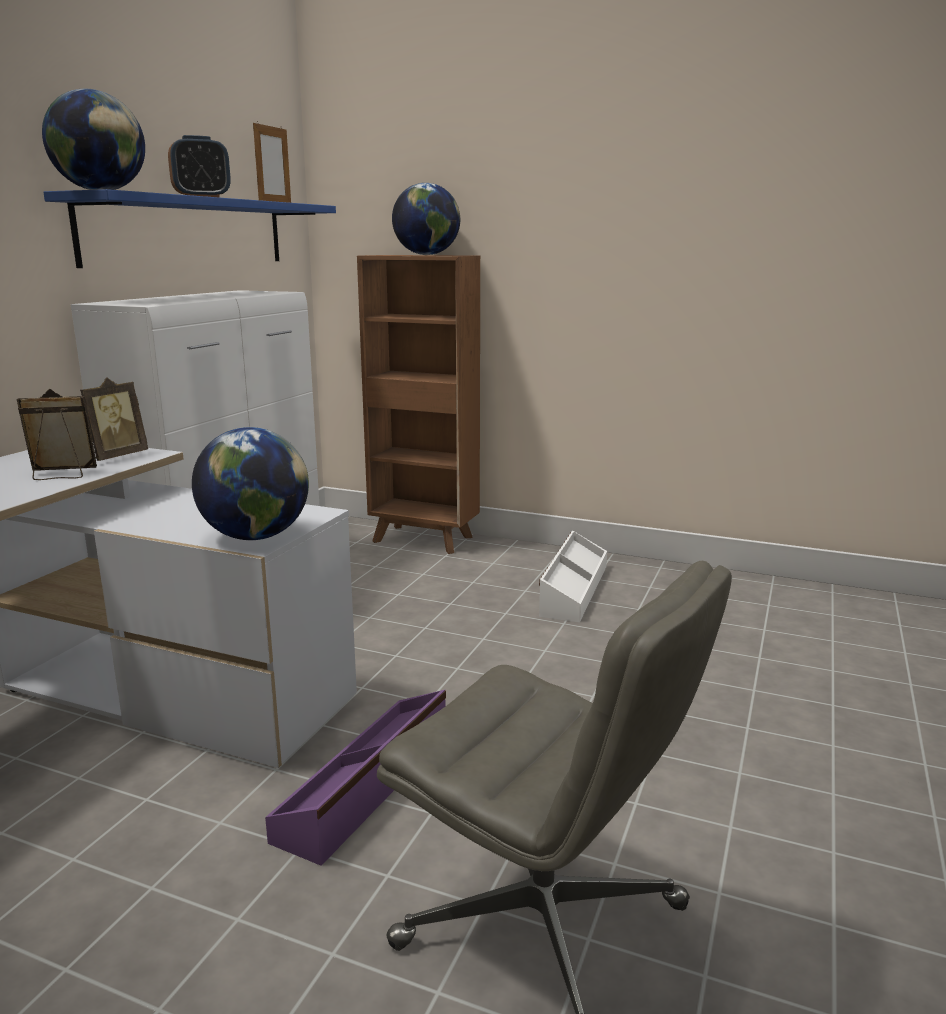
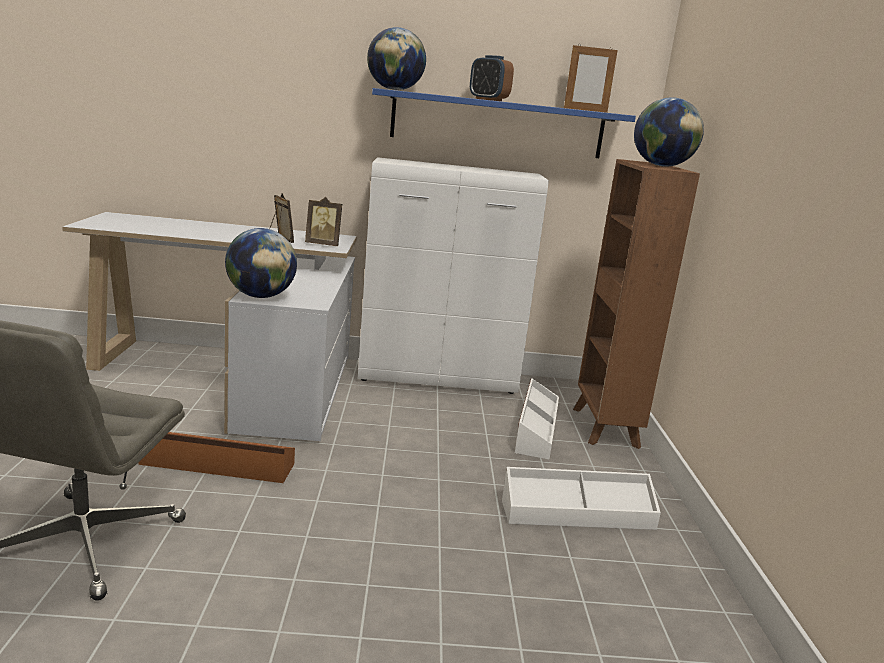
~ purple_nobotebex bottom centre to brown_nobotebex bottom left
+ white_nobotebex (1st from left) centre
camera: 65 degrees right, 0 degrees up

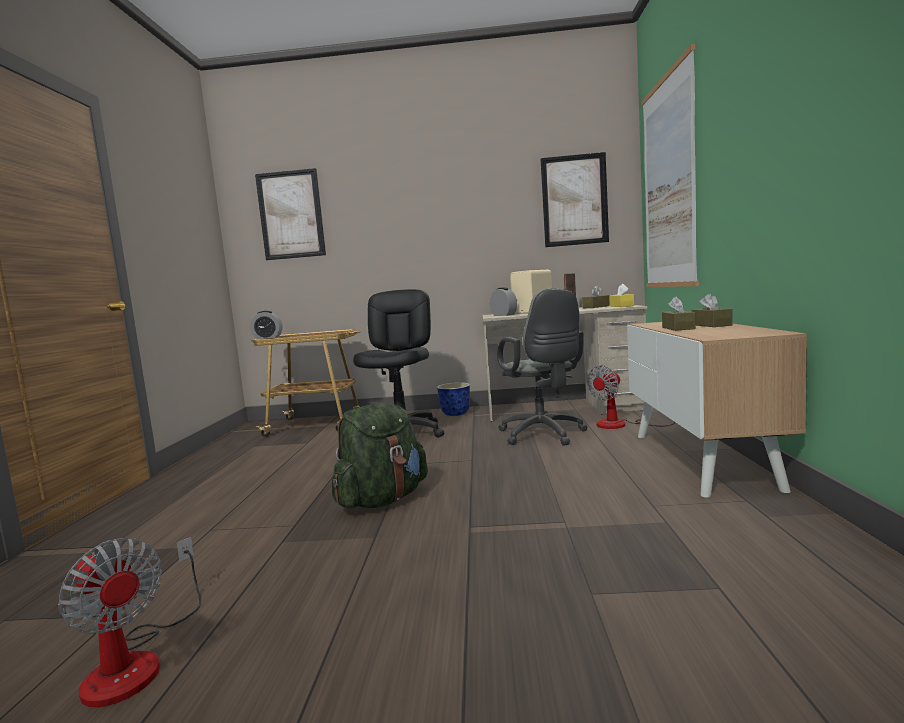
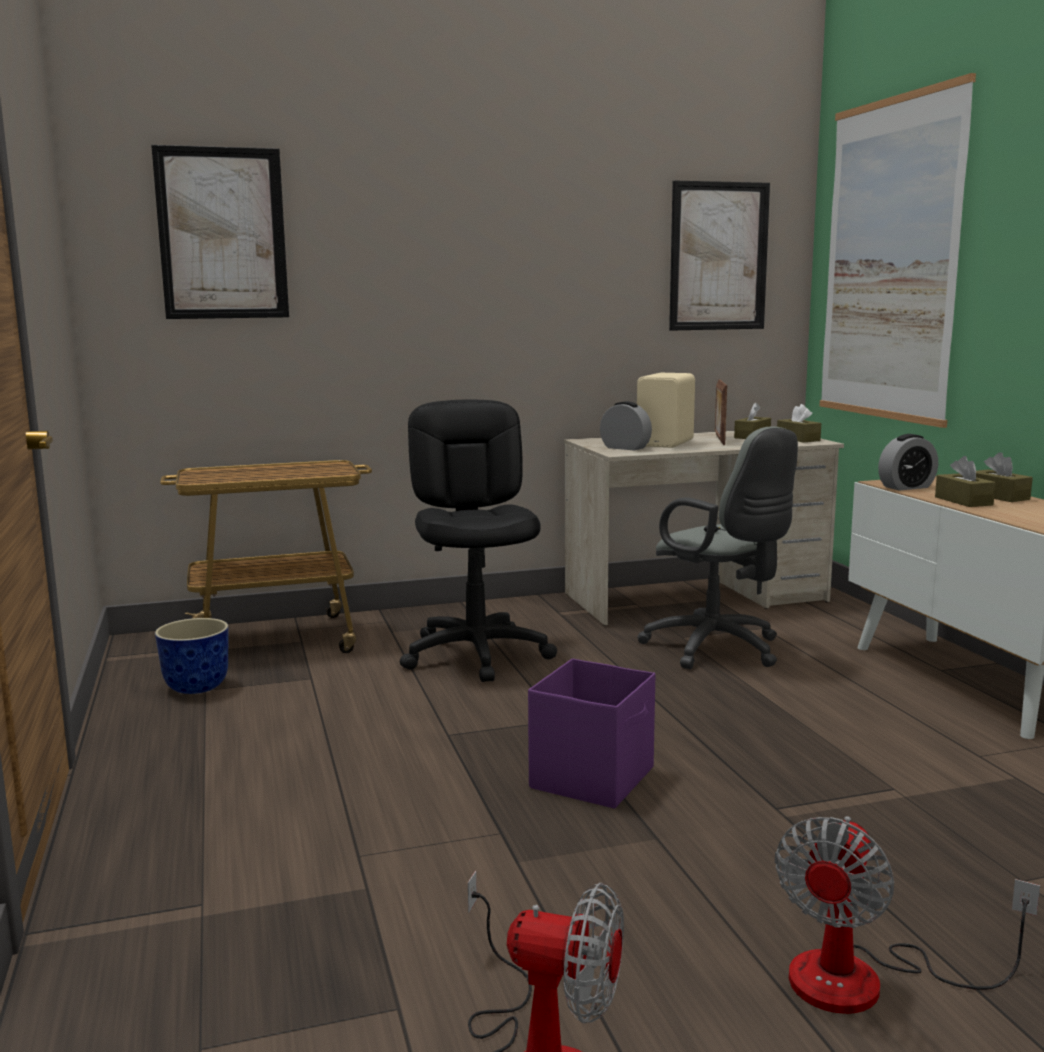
~ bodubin centre to middle left
~ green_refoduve centre to purple_nobotebex bottom centre
~ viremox (2nd from left) middle right to bottom right
~ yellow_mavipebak middle right to brown_mavipebak (2nd from left) middle right
~ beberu (1st from left in the first image) middle left to beberu (2nd from left) middle right
camera: 20 degrees left, 5 degrees up

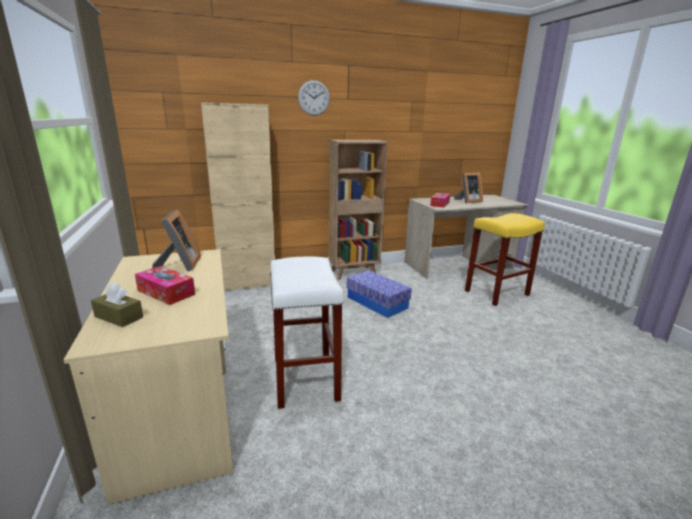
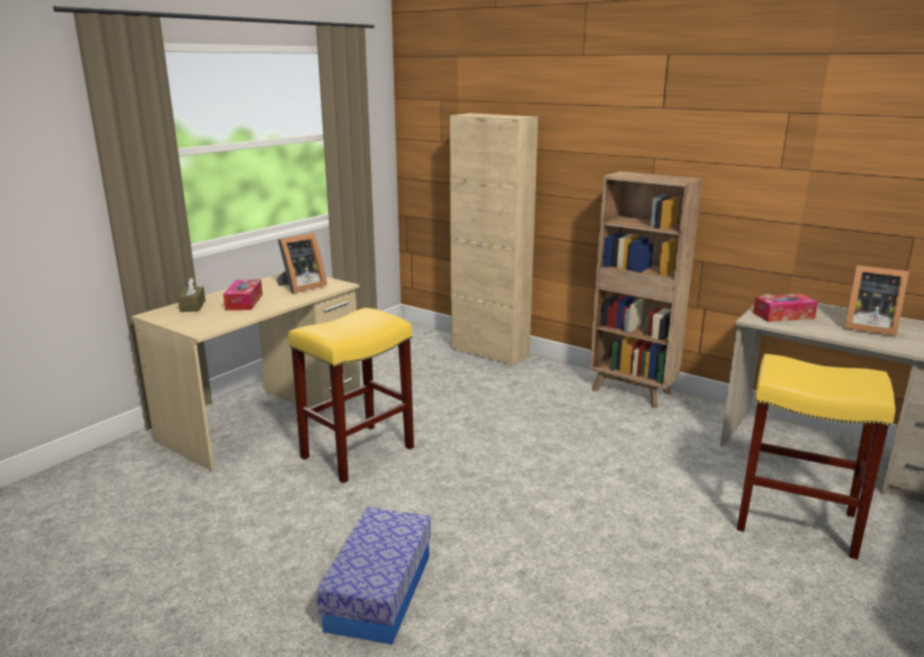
~ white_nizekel centre to yellow_nizekel (1st from left) centre
~ nobotebex centre to bottom centre
- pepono top centre
camera: 55 degrees right, 0 degrees up

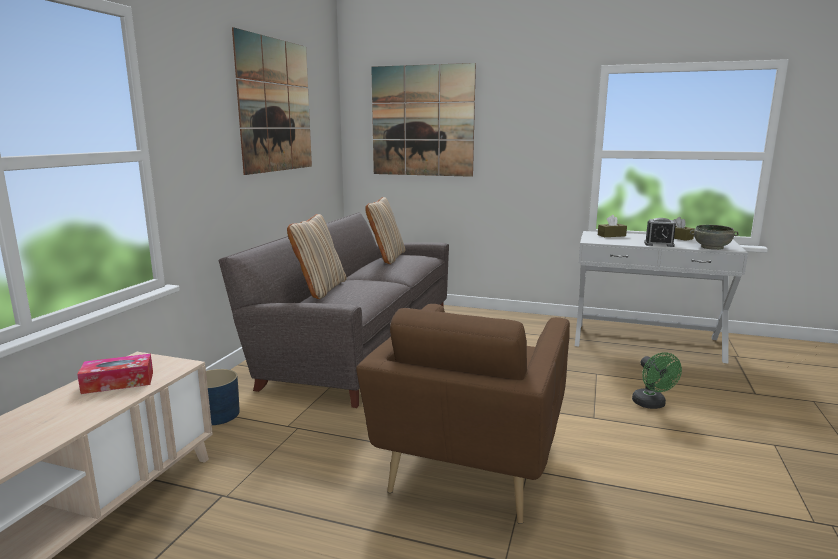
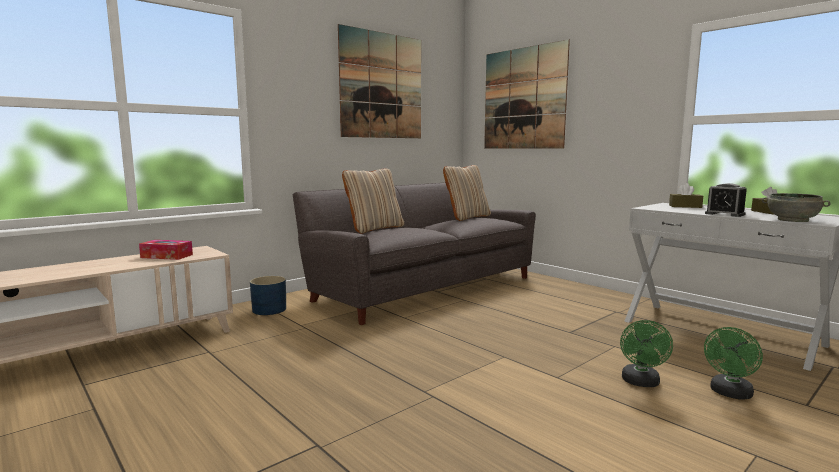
+ green_viremox (2nd from left) bottom right
- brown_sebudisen bottom centre
camera: 30 degrees right, 5 degrees down

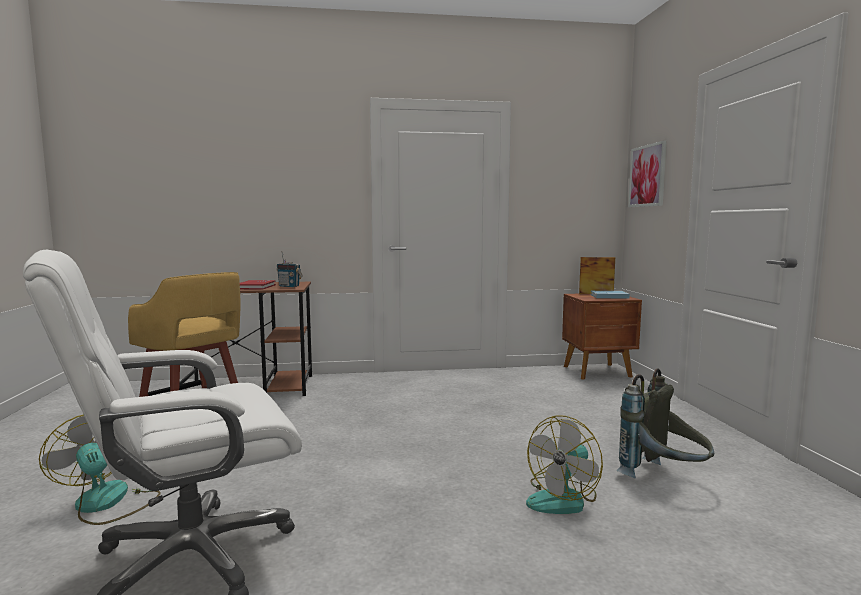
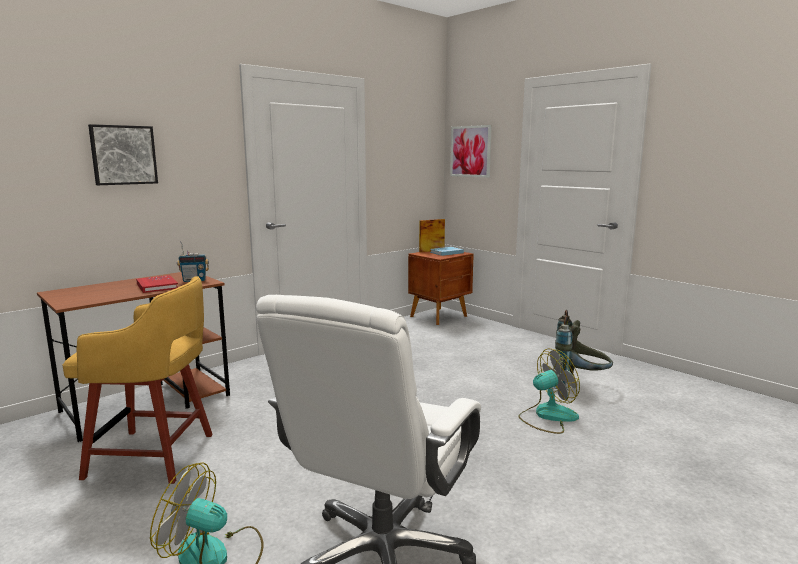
+ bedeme (1st from left) top left
~ viremox (2nd from left) bottom centre = bottom right 120 degrees counterclockwise
camera: 35 degrees left, 5 degrees up

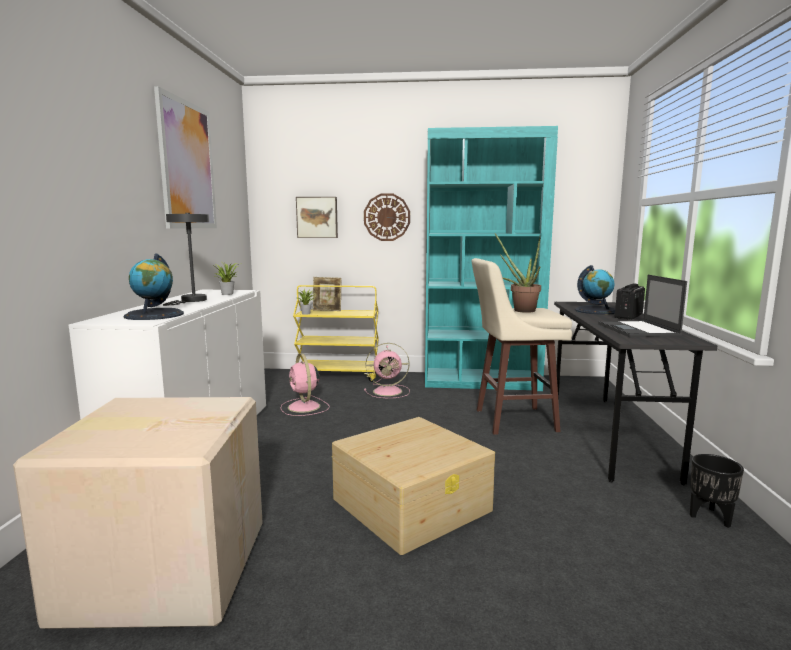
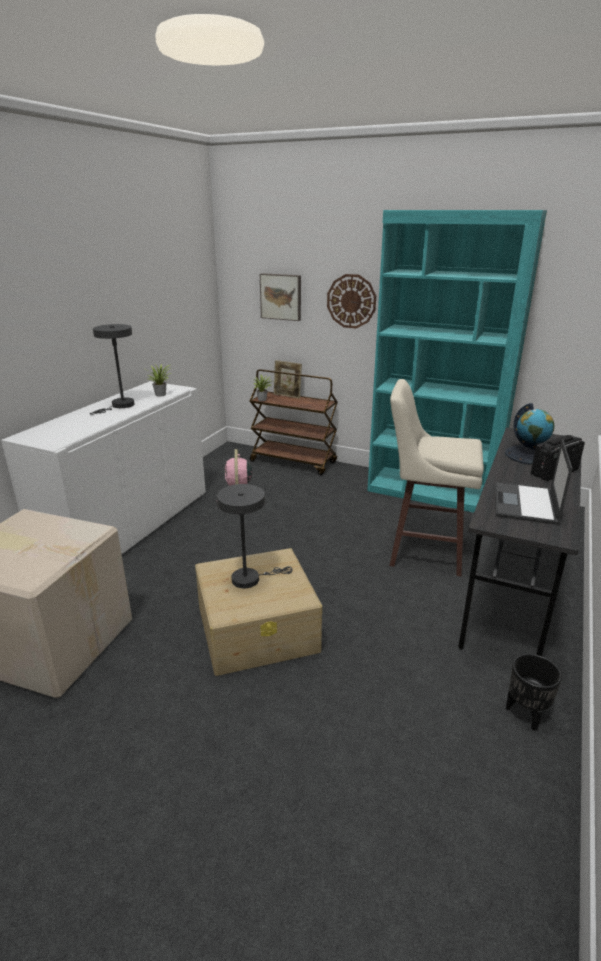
+ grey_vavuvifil (2nd from left) centre
~ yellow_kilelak centre to brown_kilelak centre
- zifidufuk (1st from left) middle left
- bedeme (1st from left) top left
- pink_viremox (2nd from left) centre
- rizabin (3rd from left) centre
camera: 20 degrees right, 15 degrees up

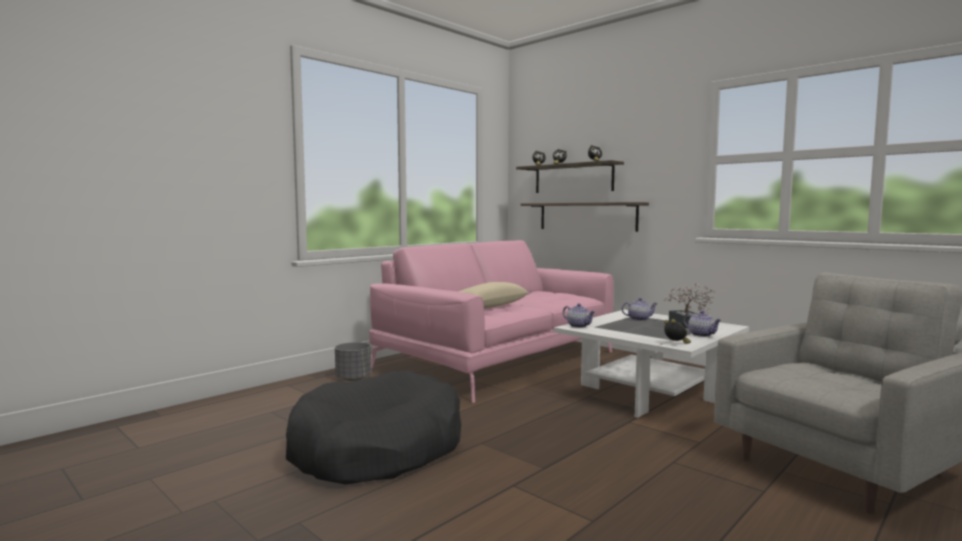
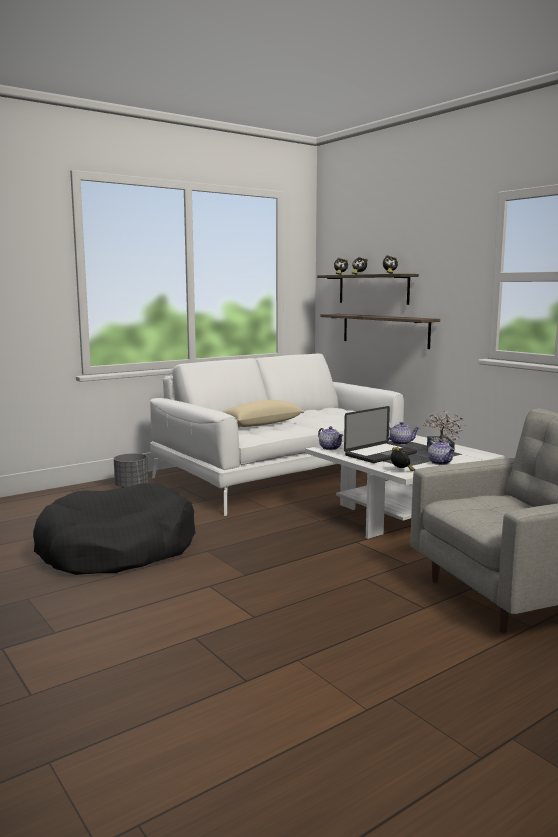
~ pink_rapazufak centre to white_rapazufak centre
+ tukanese middle right
camera: 10 degrees right, 5 degrees up

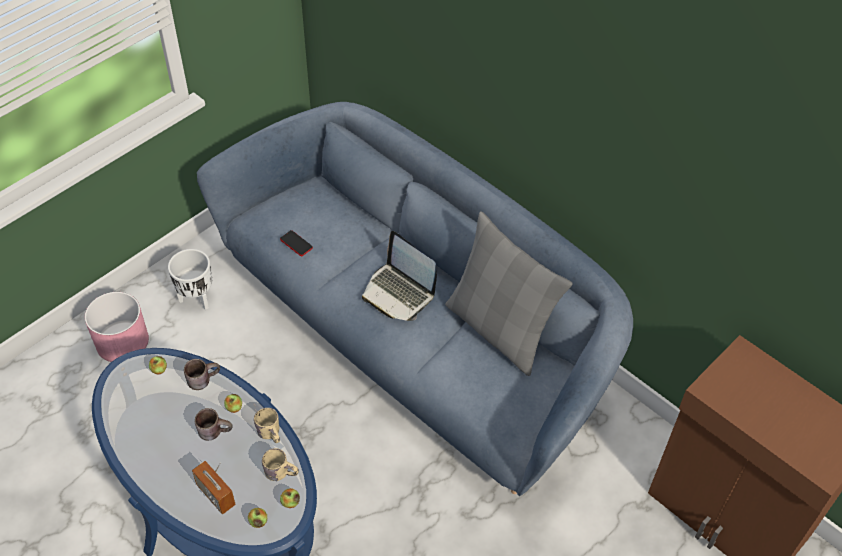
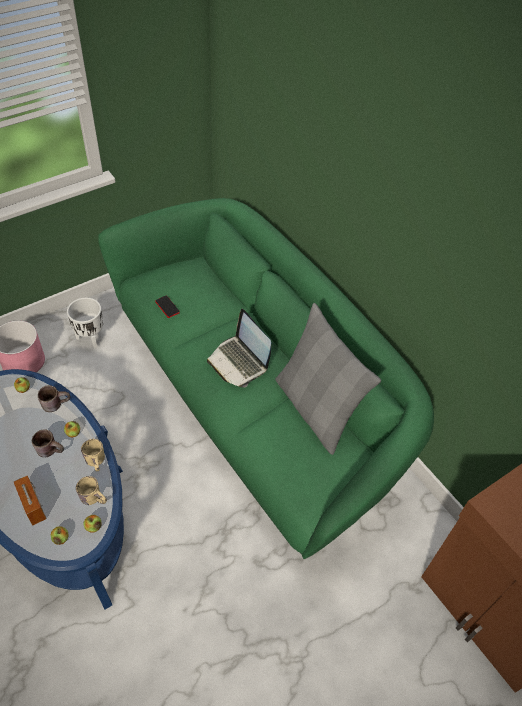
~ blue_rapazufak centre to green_rapazufak centre
camera: 10 degrees right, 0 degrees up

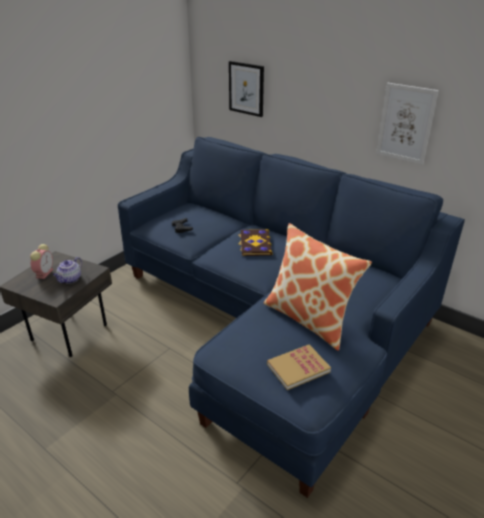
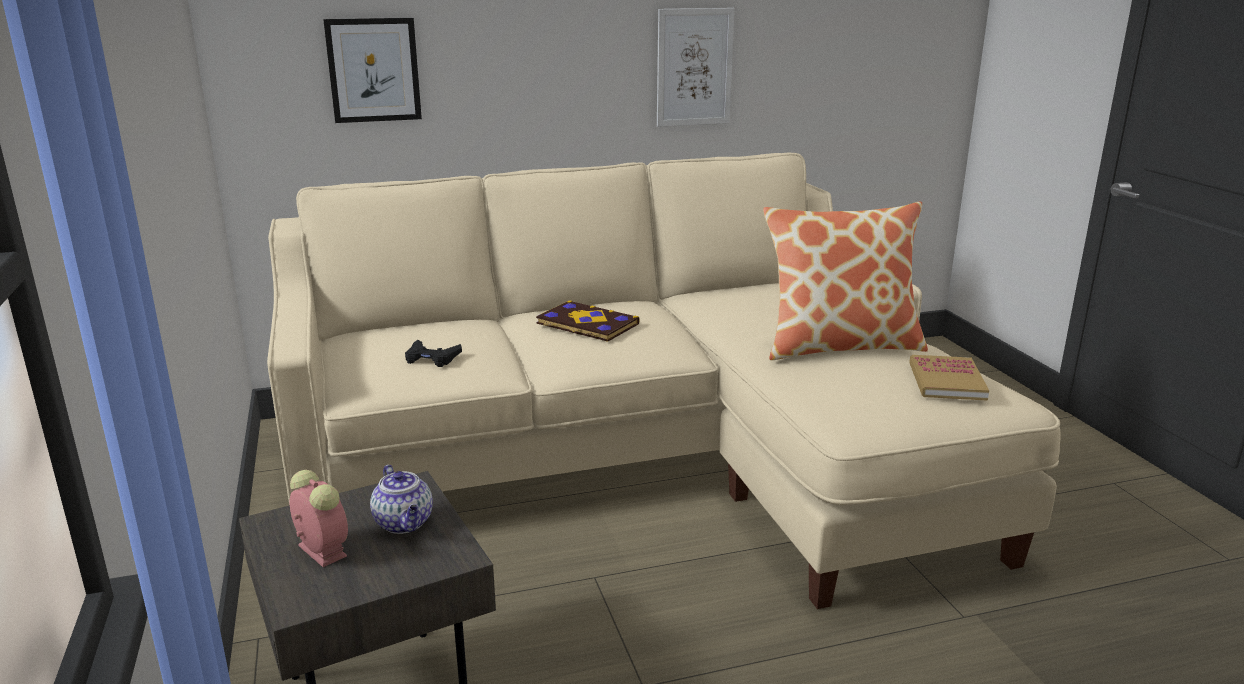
~ blue_rapazufak centre to beige_rapazufak centre
camera: 55 degrees left, 10 degrees down

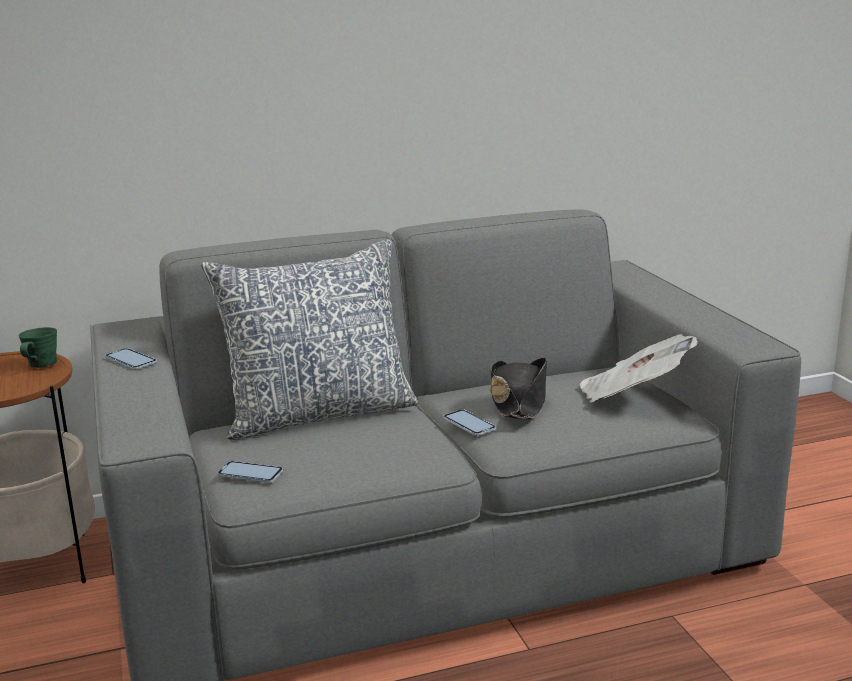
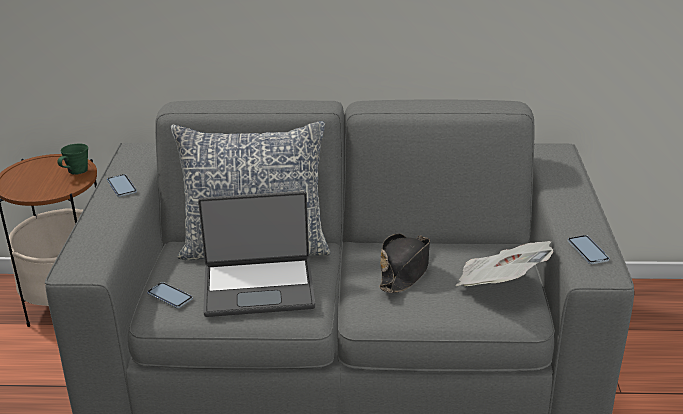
+ tukanese centre
~ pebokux (3rd from left) centre to middle right
camera: 20 degrees right, 10 degrees up

